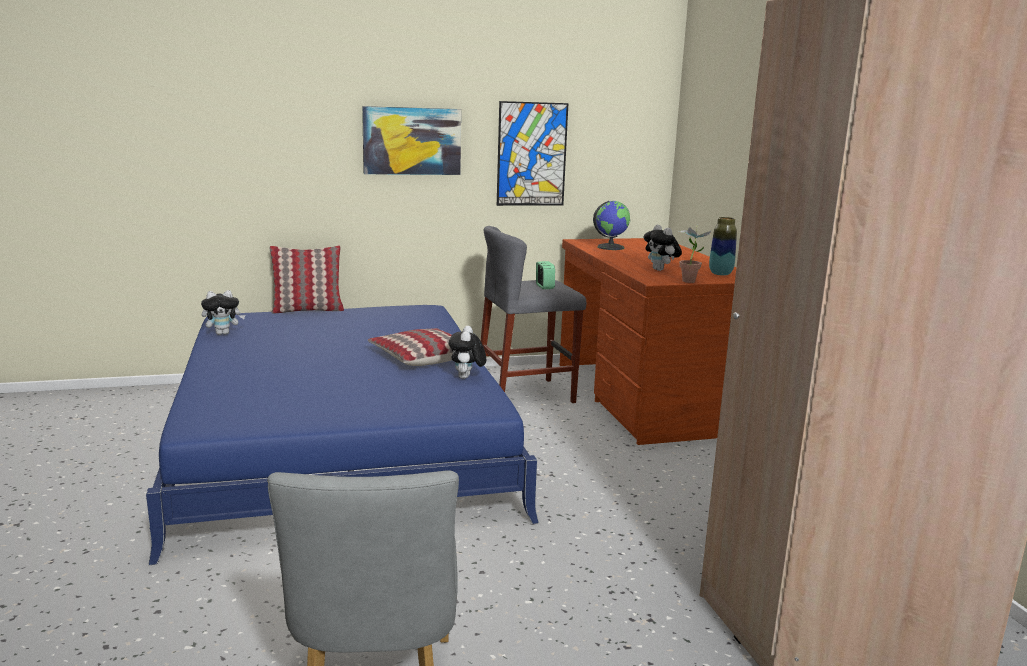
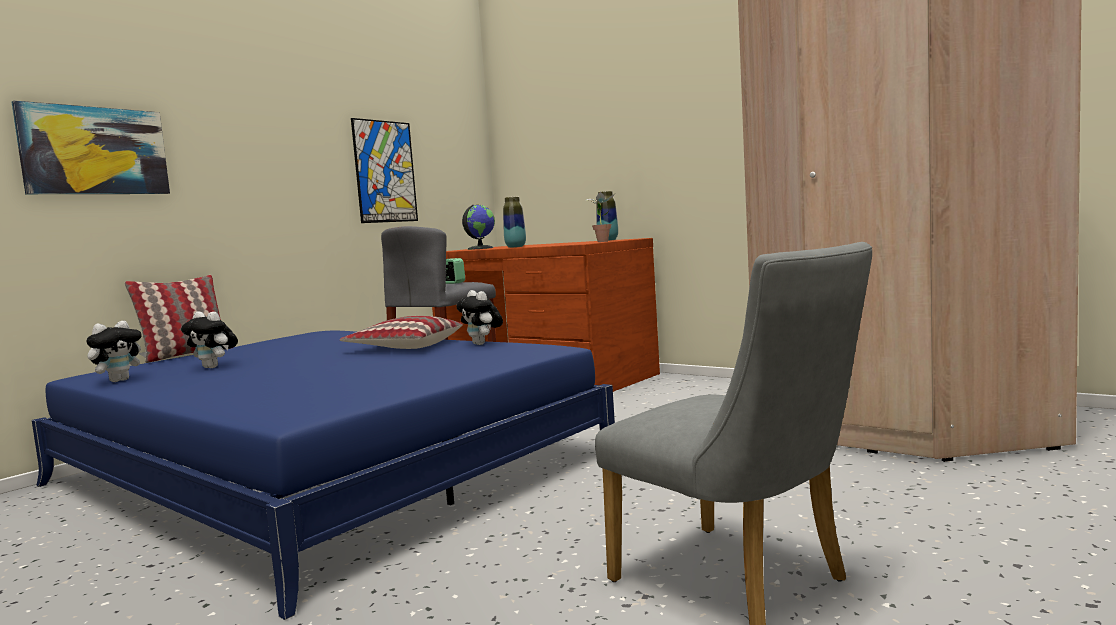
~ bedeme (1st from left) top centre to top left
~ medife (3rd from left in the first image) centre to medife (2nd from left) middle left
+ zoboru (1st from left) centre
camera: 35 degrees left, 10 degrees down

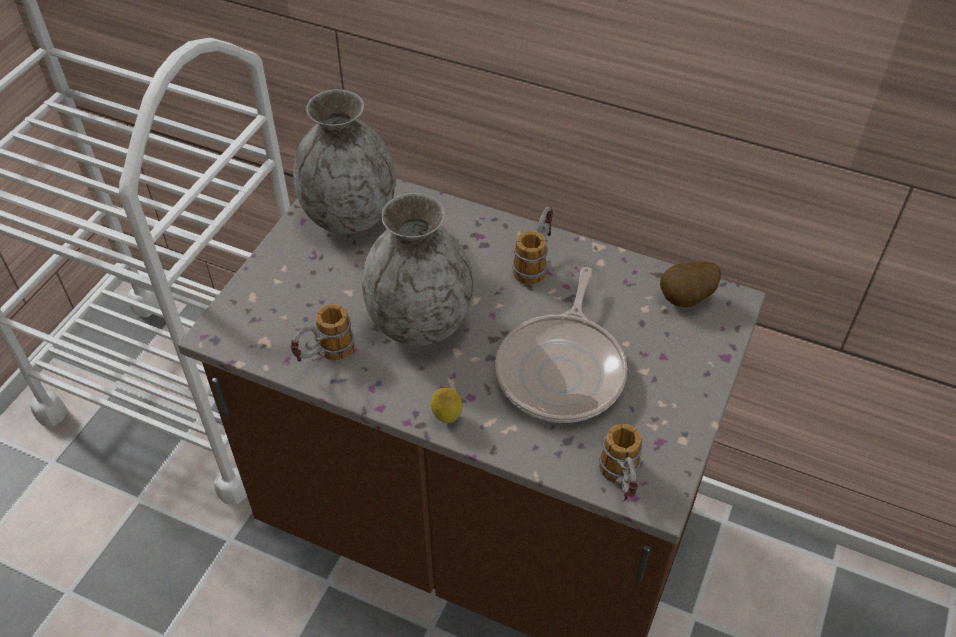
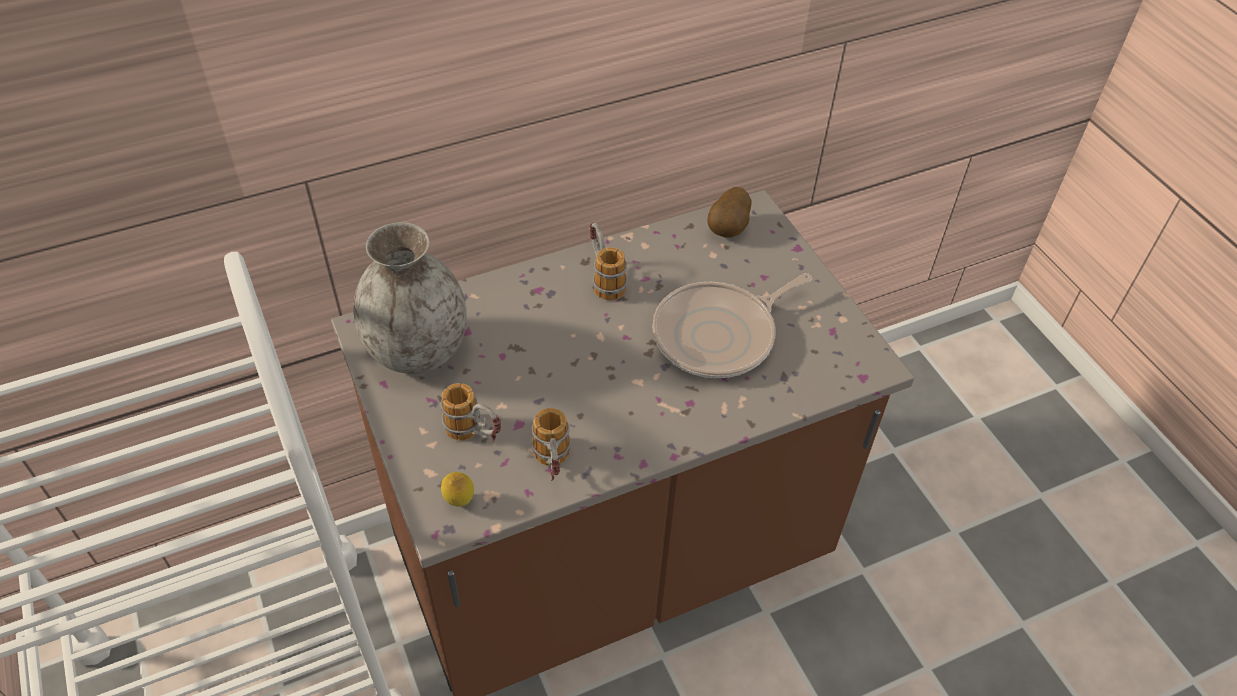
~ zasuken (3rd from left in the first image) bottom centre to zasuken (1st from left) centre
~ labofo centre to bottom centre
~ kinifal centre = centre 90 degrees clockwise
- grey_zoboru (2nd from left) centre
camera: 50 degrees left, 0 degrees up

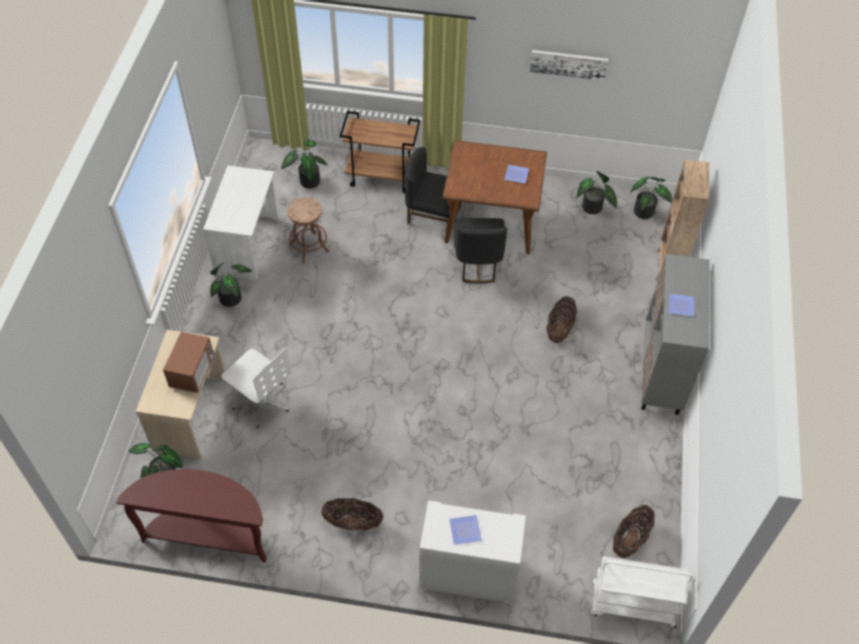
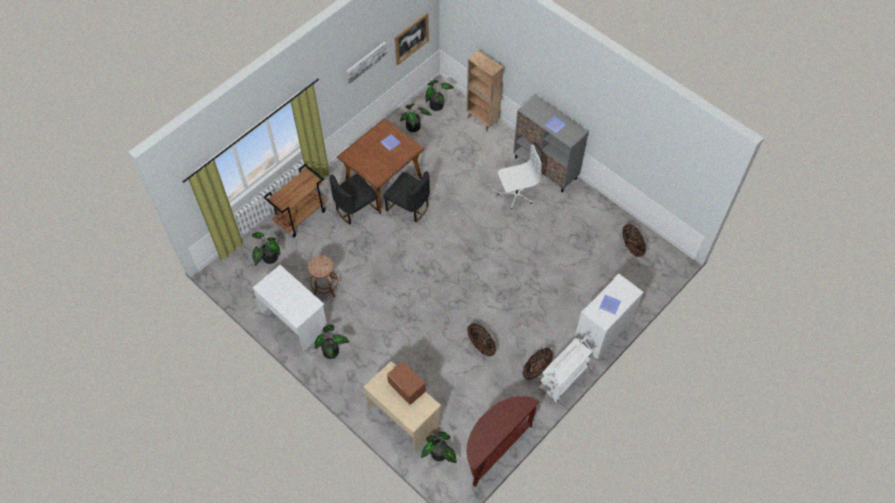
+ bedeme (2nd from left) top centre
~ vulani (2nd from left in the first image) centre to vulani (1st from left) bottom centre
~ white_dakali middle left to centre
~ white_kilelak bottom right to bottom centre
camera: 55 degrees left, 5 degrees up

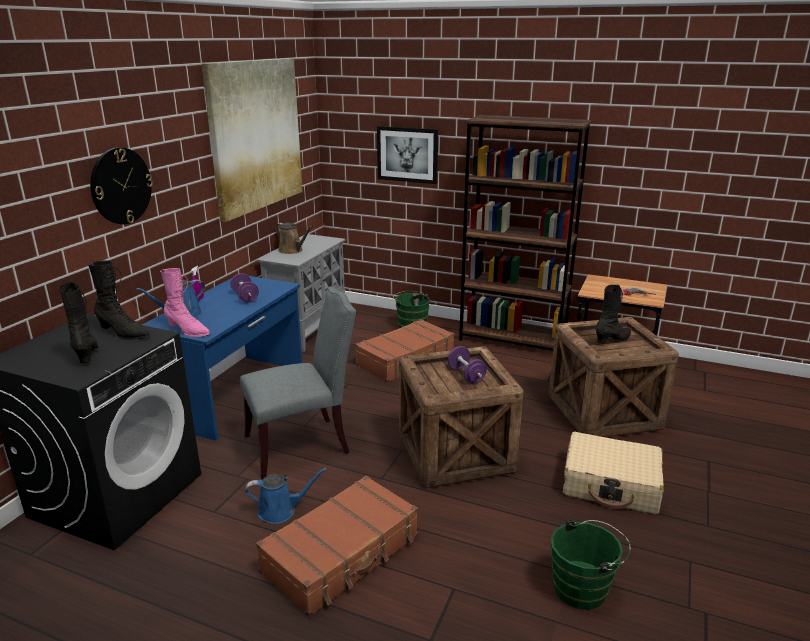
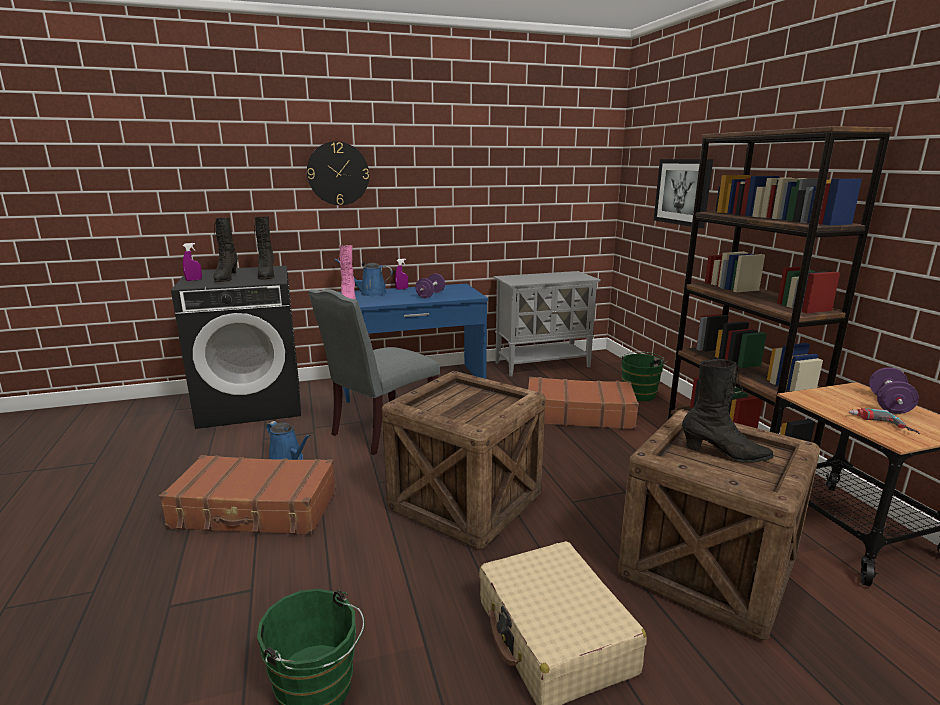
+ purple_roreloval (1st from left) middle left
~ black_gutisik (1st from left) middle left = middle left 150 degrees clockwise
~ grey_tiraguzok centre = centre 105 degrees clockwise
~ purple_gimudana (2nd from left) centre to middle right
- bedeme (1st from left) top left
- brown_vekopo centre
camera: 50 degrees right, 5 degrees down

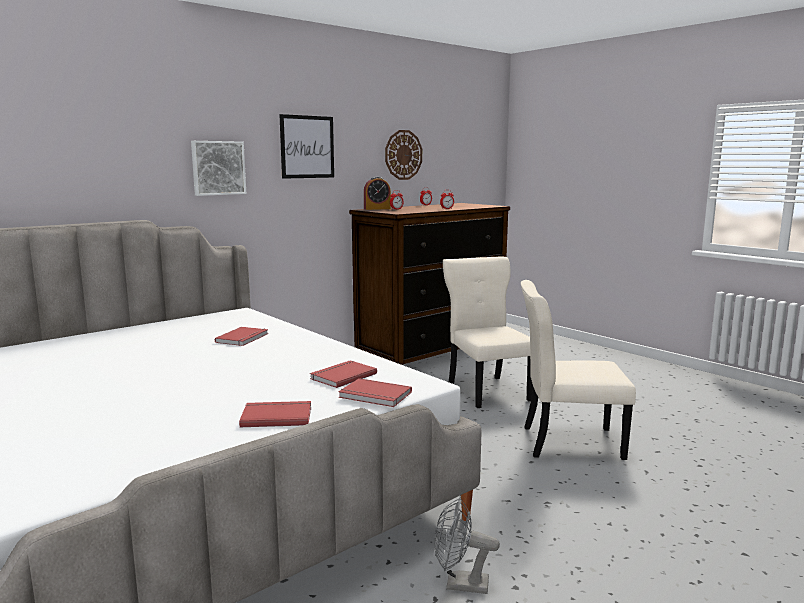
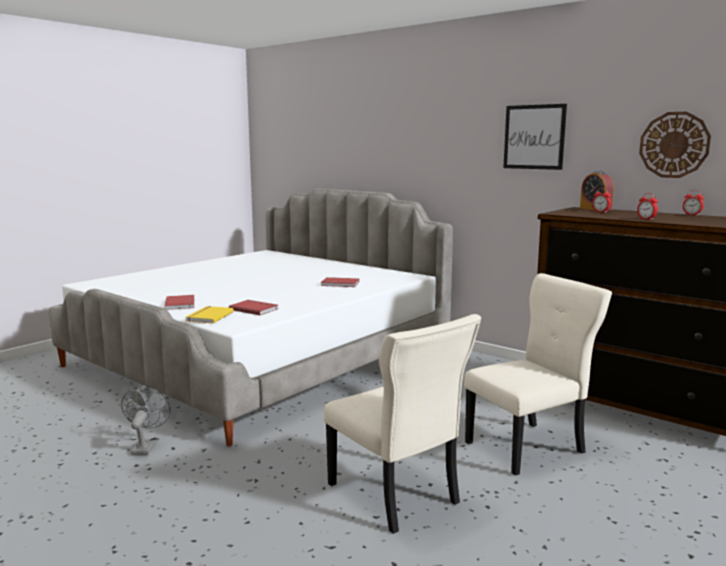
~ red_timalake (4th from left) centre to yellow_timalake middle left
~ beige_tiraguzok (2nd from left in the first image) middle right = bottom centre 150 degrees clockwise
- bedeme (1st from left) top left
camera: 80 degrees right, 0 degrees up

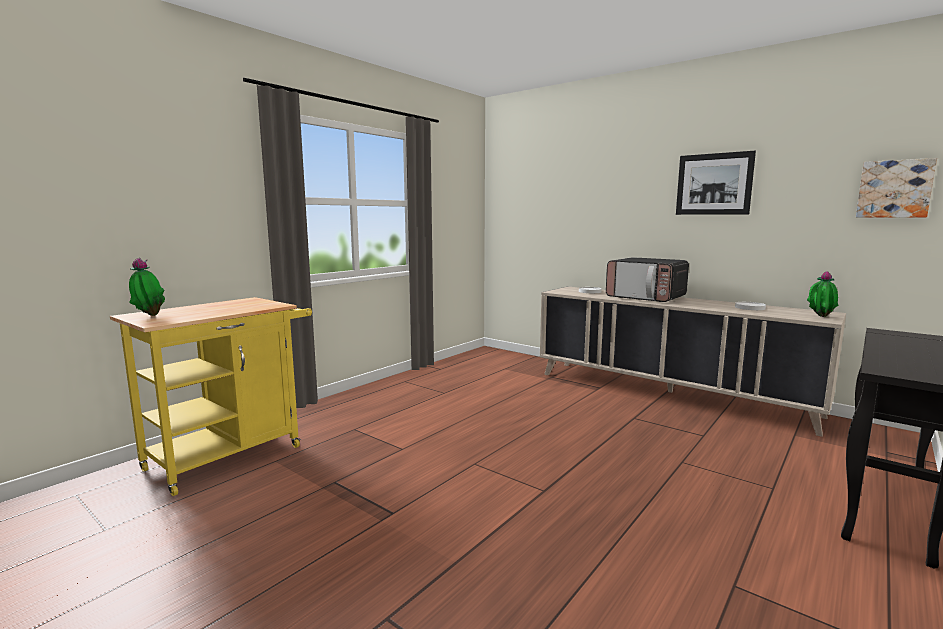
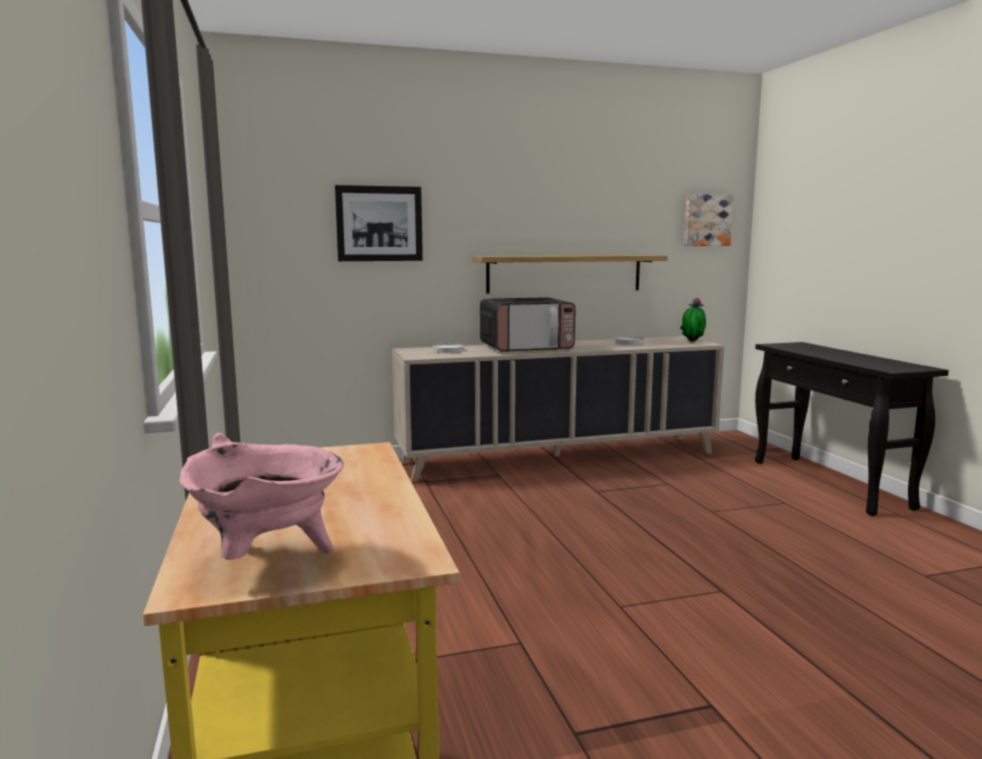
~ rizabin (1st from left) middle left to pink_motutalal middle left
~ bedeme (1st from left) top right to top centre
+ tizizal centre
camera: 55 degrees left, 0 degrees up

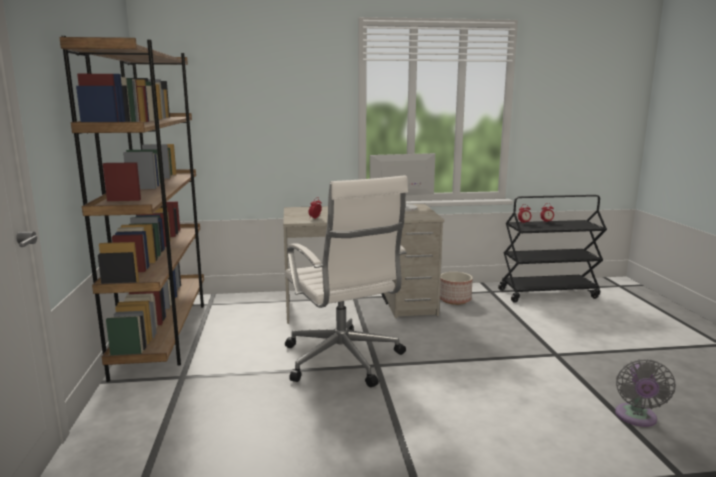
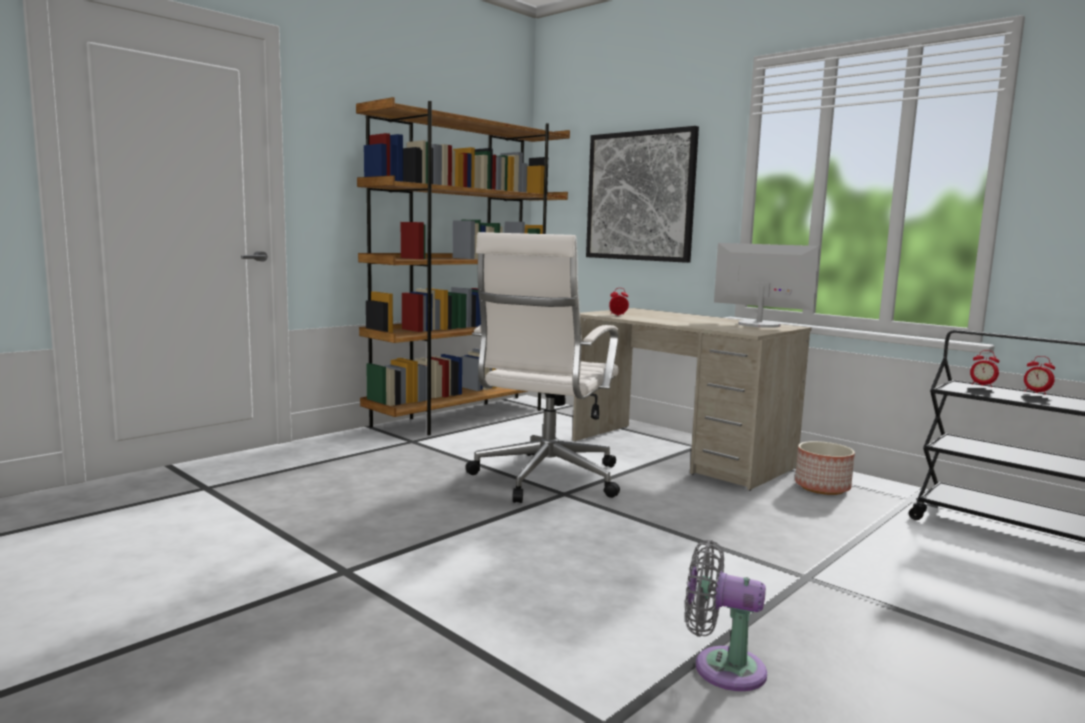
+ bedeme top centre
~ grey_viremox bottom right = bottom right 45 degrees clockwise
camera: 50 degrees right, 5 degrees down

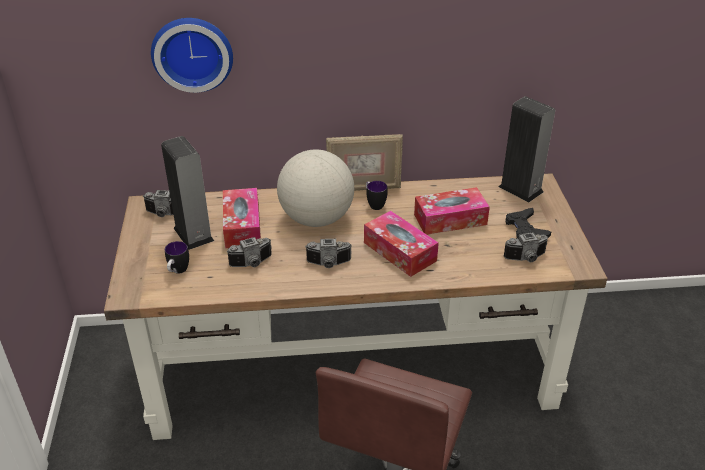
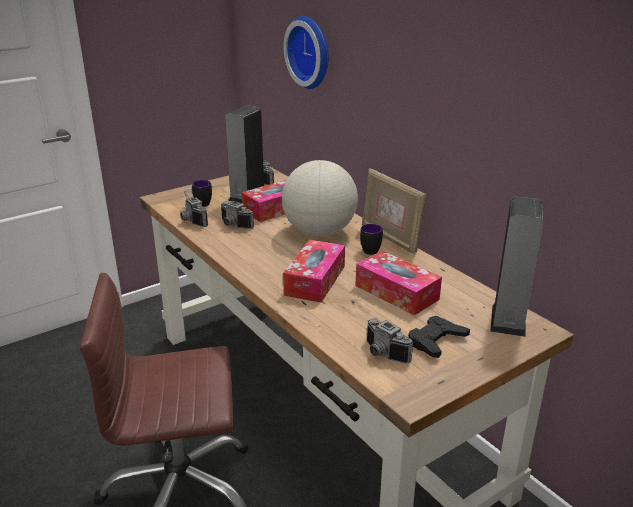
~ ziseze (3rd from left in the first image) centre to ziseze (1st from left) middle left
camera: 60 degrees right, 10 degrees down

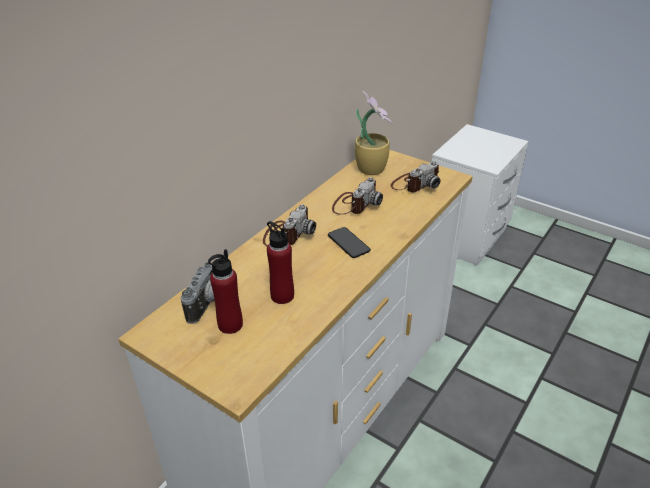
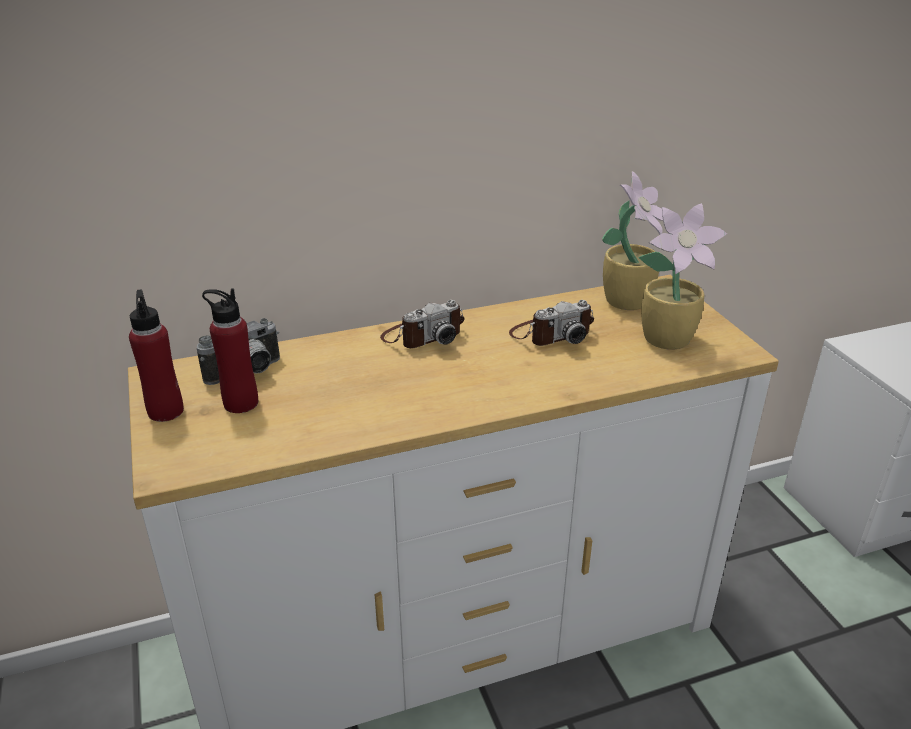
~ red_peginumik (2nd from left in the first image) centre to red_peginumik (1st from left) middle left
~ ziseze (4th from left) centre to rizabin (2nd from left) middle right
- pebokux centre
camera: 35 degrees right, 5 degrees down

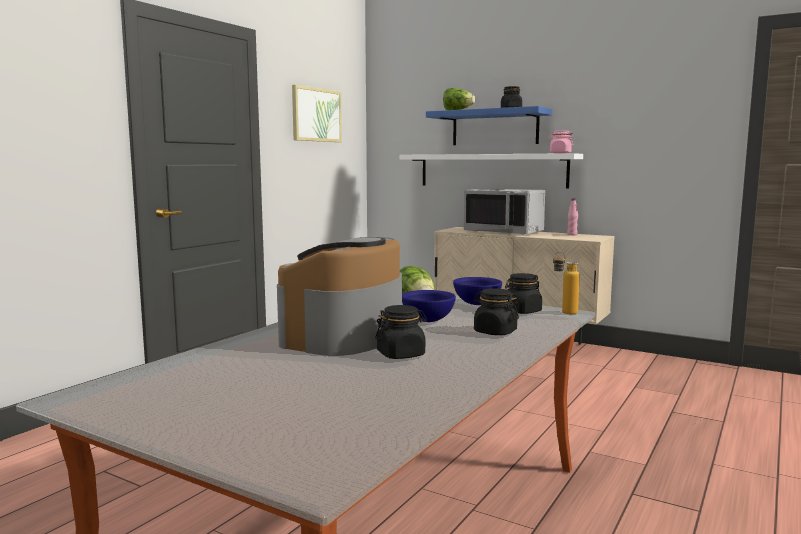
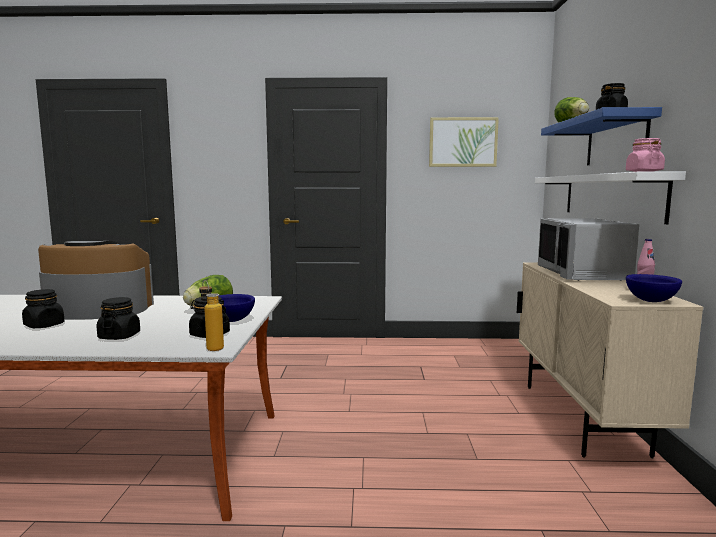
~ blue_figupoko (1st from left in the first image) centre to blue_figupoko (2nd from left) middle right
camera: 60 degrees right, 0 degrees up

